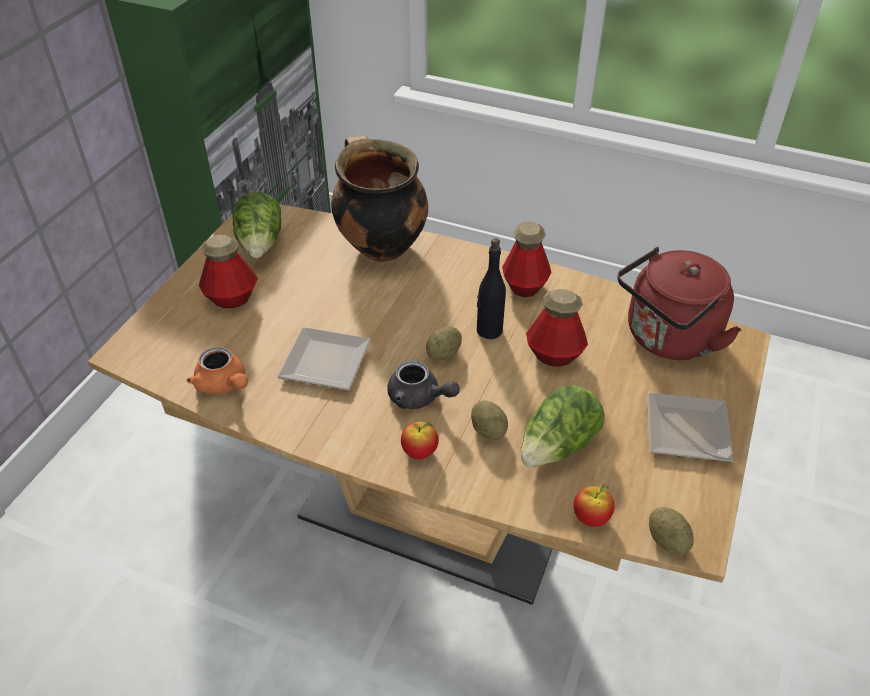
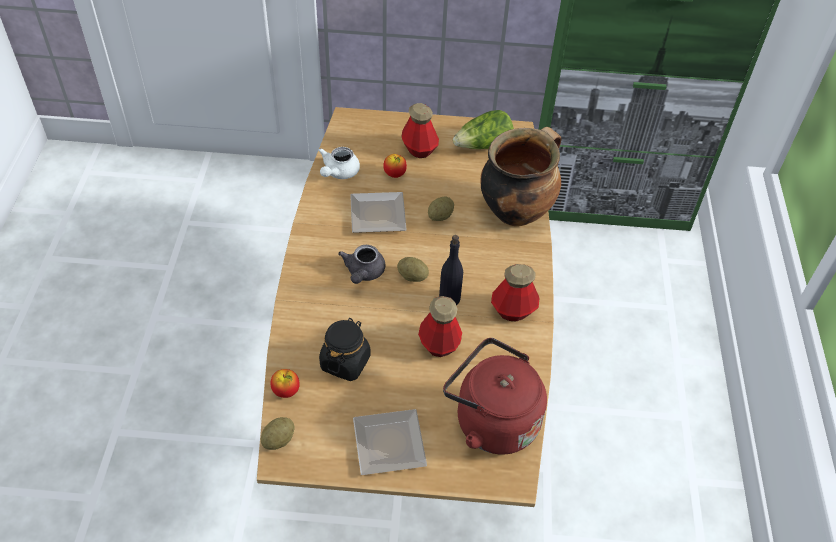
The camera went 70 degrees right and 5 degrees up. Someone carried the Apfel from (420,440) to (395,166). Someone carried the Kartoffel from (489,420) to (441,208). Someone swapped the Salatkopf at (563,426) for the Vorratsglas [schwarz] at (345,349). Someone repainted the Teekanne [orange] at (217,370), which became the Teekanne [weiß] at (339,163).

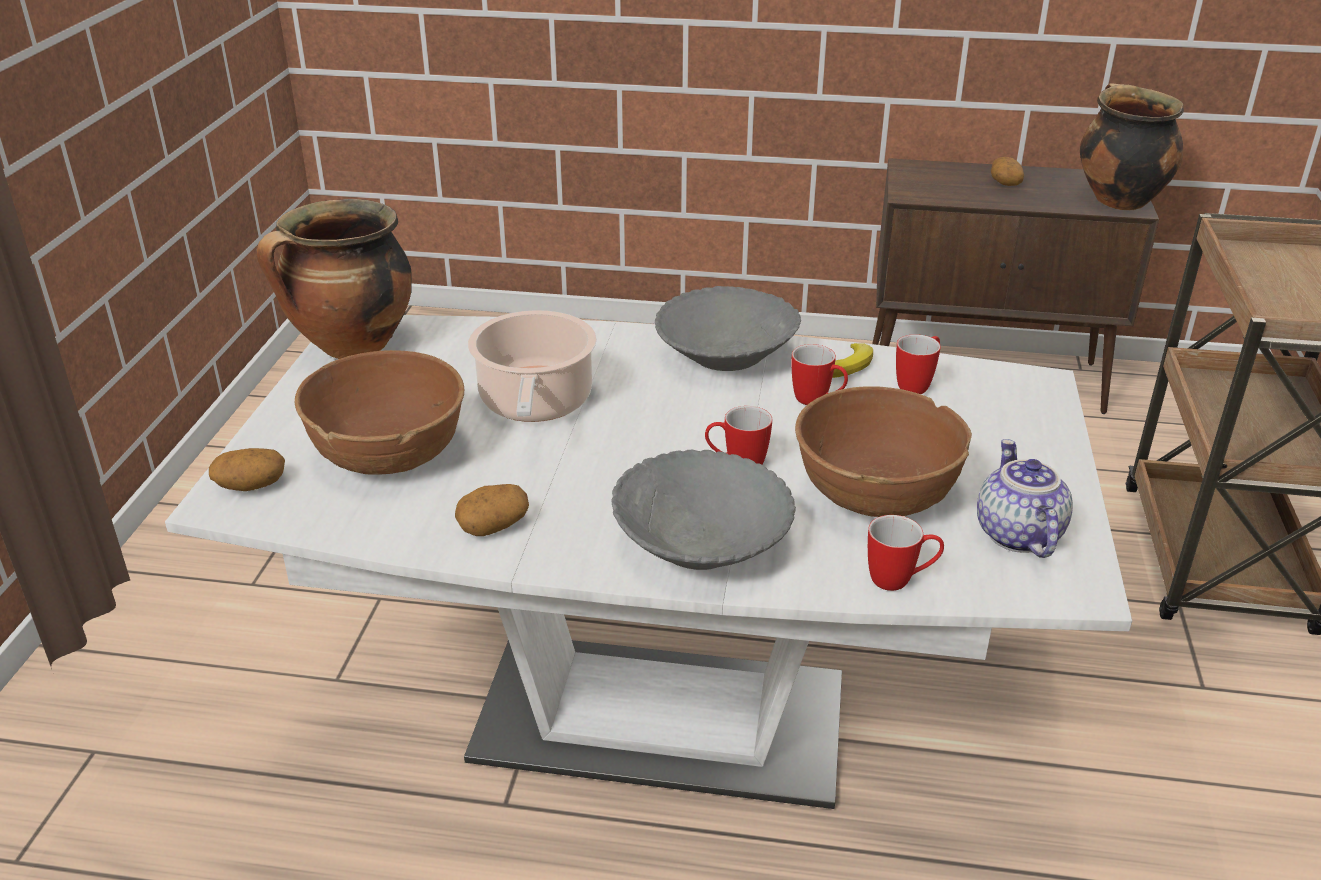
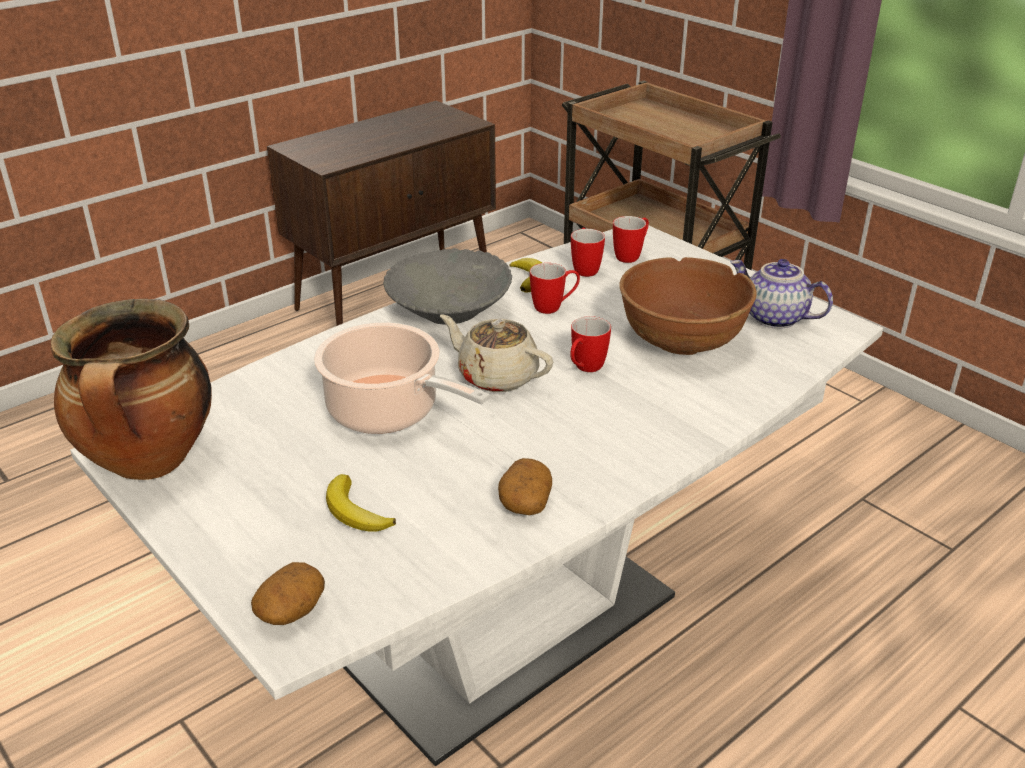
The camera went 50 degrees left and 0 degrees up. Someone took away the Schüssel [grau] at (704,510). Someone took away the Kartoffel at (1007,171). Someone took away the Kochtopf at (1132,146). Someone put down the Teekanne [beige] at (496,353). Someone carried the Henkelbecher from (906,553) to (631,239). Someone swapped the Schüssel [braun] at (379,412) for the Banane at (361,503).

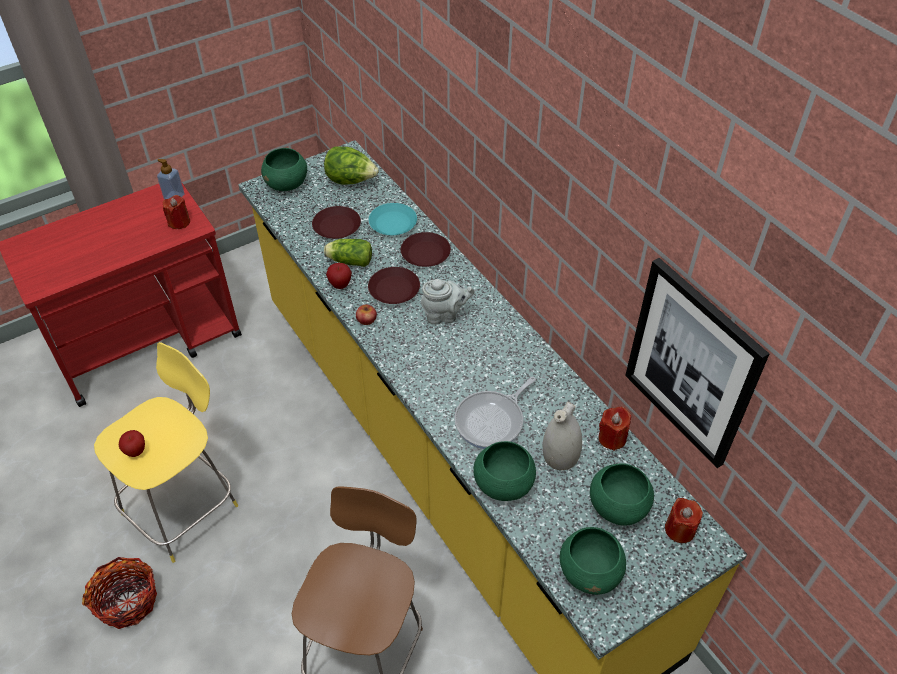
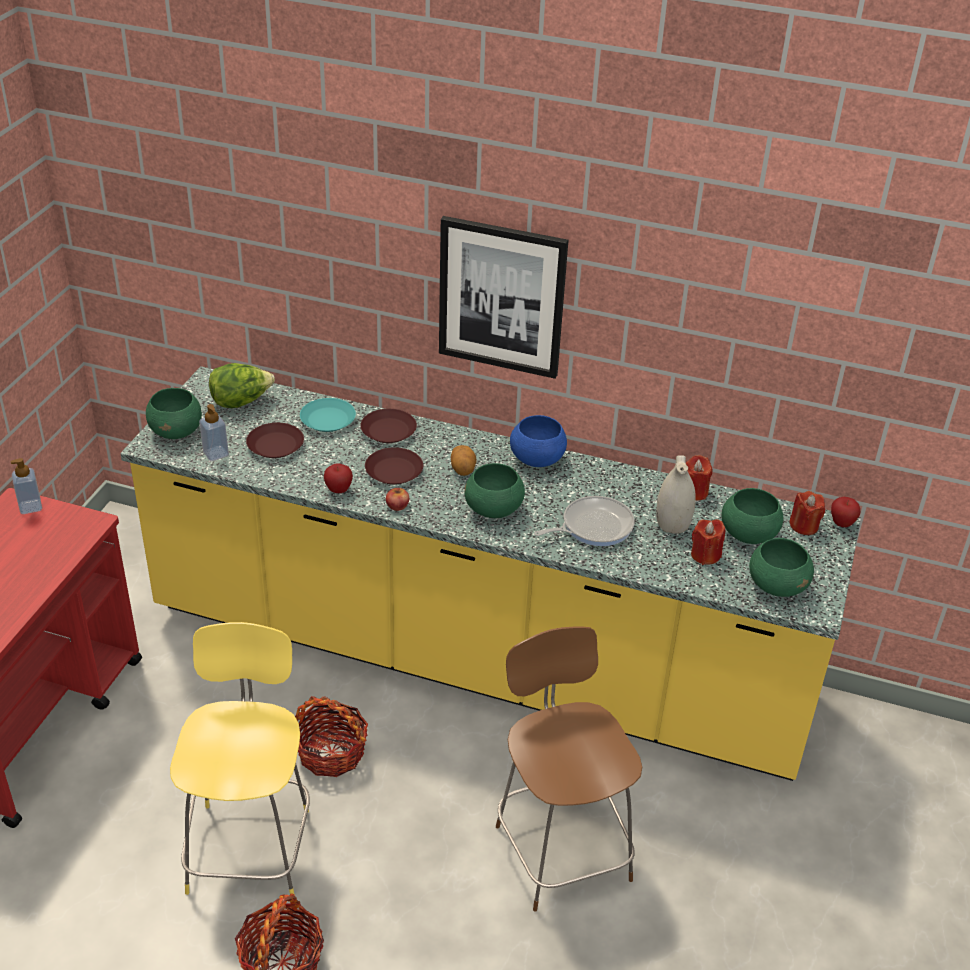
The camera went 40 degrees left and 10 degrees down. Someone took away the Salatkopf at (348,253). Someone put down the Seifenspender at (214,432). Someone put down the Korb at (331,736). Someone put down the Schüssel [blau] at (538,441). Someone carried the Apfel from (132,443) to (846,512). Someone carried the Kerze [rot] from (176,212) to (708,542). Someone carried the Schüssel [grün] from (504,471) to (494,490). Someone carried the Bild from (697,363) to (504,297). Someone swapped the Teekanne [grau] at (447,301) for the Kartoffel at (464,460). Someone rotated the Pfanne at (495,413) by 120 degrees counterclockwise.

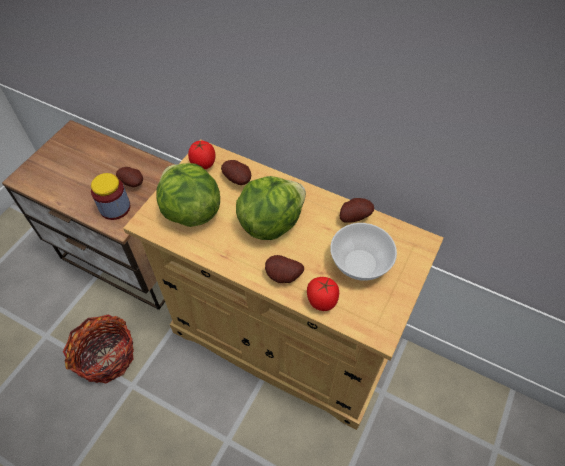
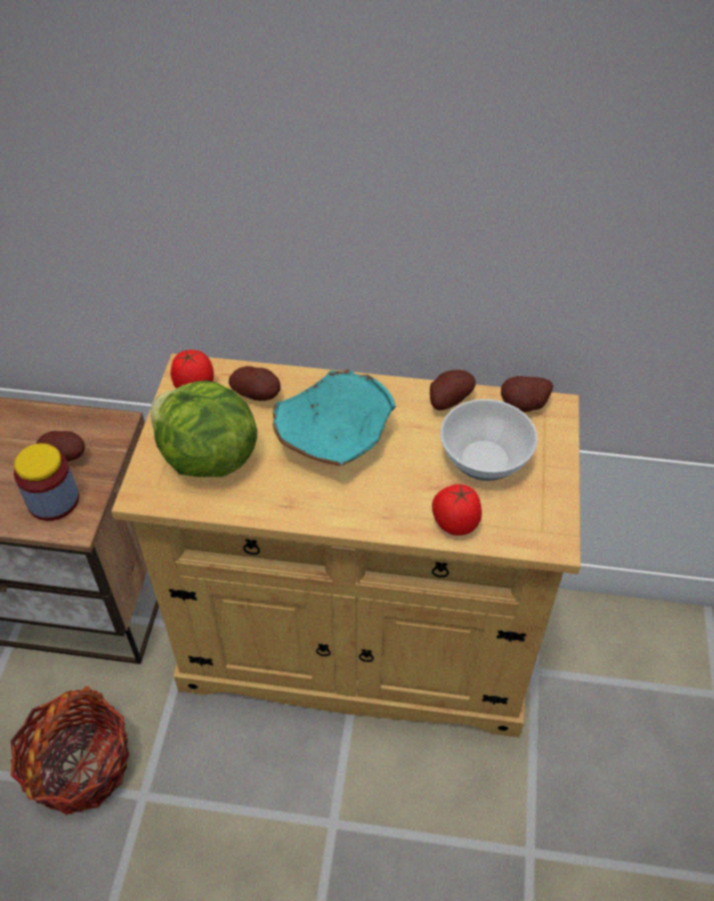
The camera went 20 degrees left and 5 degrees down. Someone carried the Kartoffel from (284,269) to (527,394). Someone swapped the Salatkopf at (271,208) for the Schüssel [türkis] at (334,417).

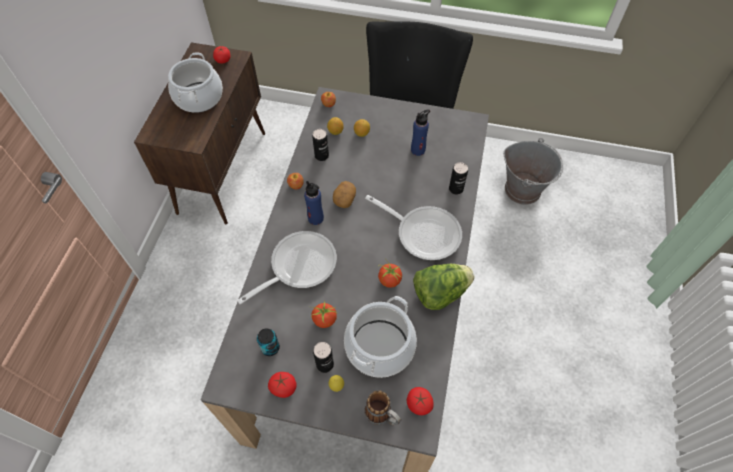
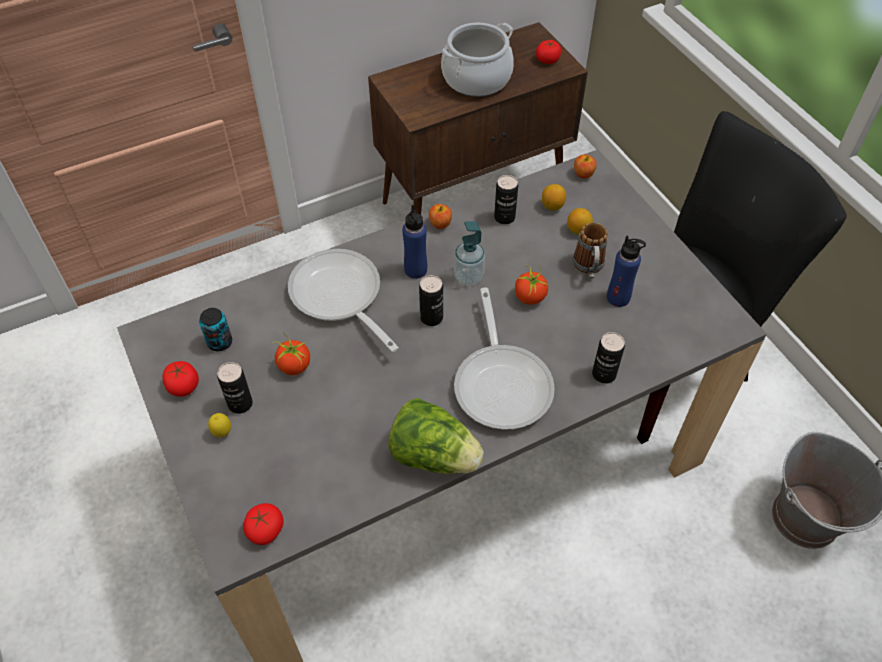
The camera went 50 degrees right and 5 degrees down. Someone took away the Kochtopf at (380,337). Someone put down the Dose at (431,300). Someone carried the Henkelbecher from (383,408) to (590,250). Someone carried the Tomate from (390,274) to (531,285). Someone swapped the Kartoffel at (344,194) for the Seifenspender at (469,253). Someone rotated the Pfanne at (287,268) by 135 degrees counterclockwise.

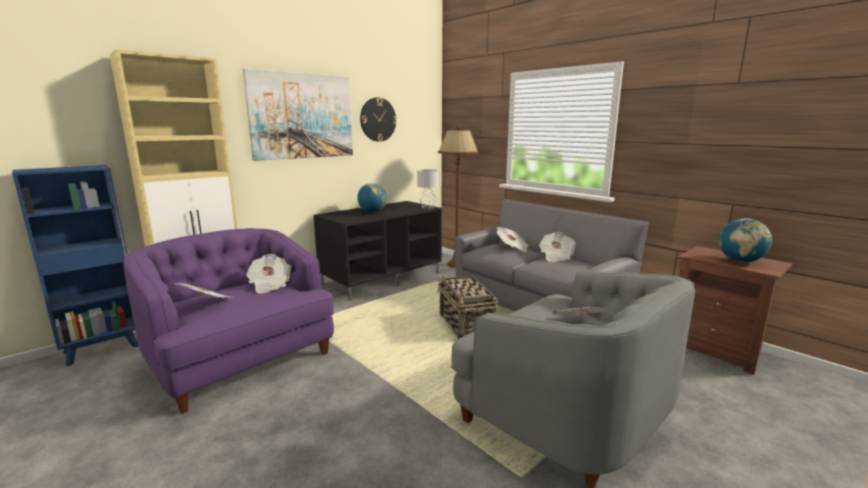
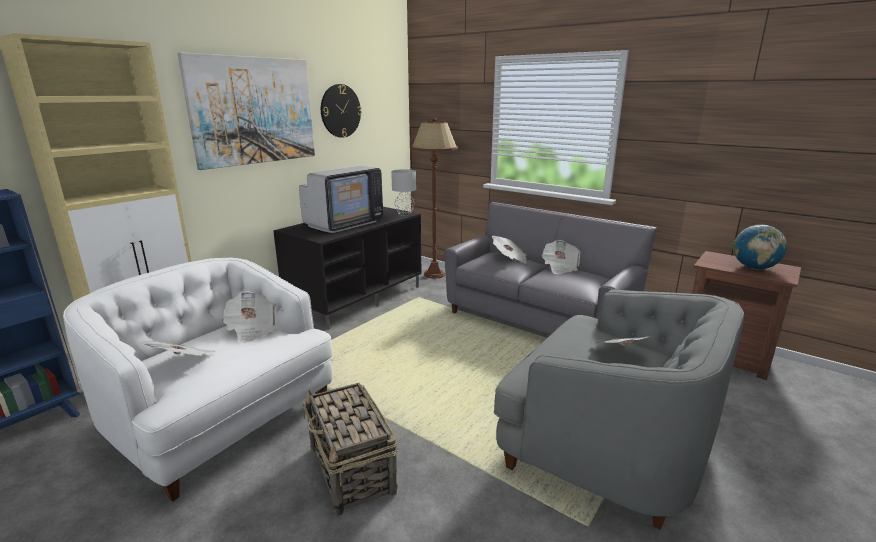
The camera went 10 degrees left and 5 degrees up. Someone carried the Korb from (468,307) to (350,449). Someone swapped the Globus at (372,198) for the Fernseher at (341,199). Someone repainted the Sessel [lila] at (229,321), which became the Sessel [weiß] at (198,380).

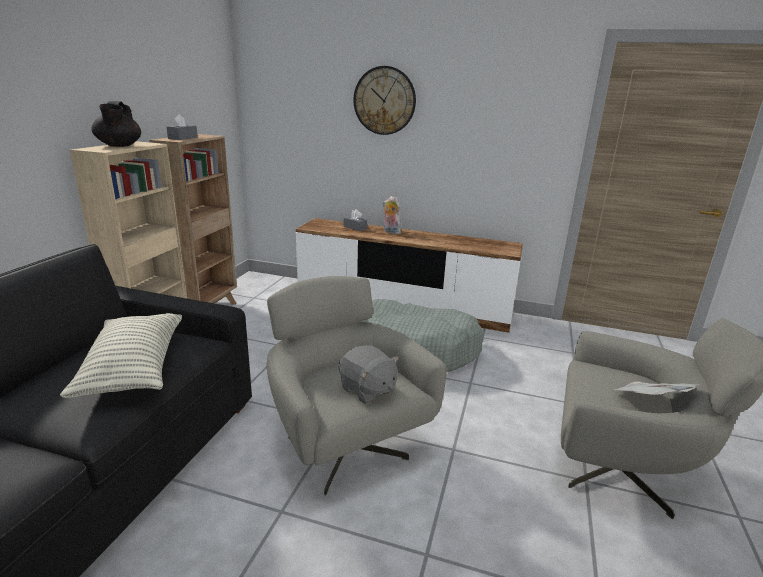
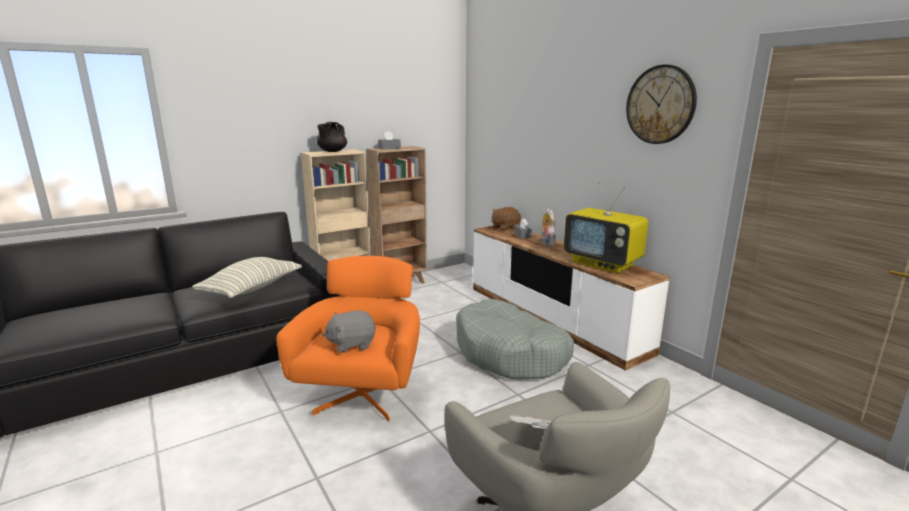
The camera went 40 degrees right and 5 degrees down. Someone put down the Plüschtier [braun] at (506,219). Someone put down the Fernseher at (606,227). Someone carried the Wanduhr from (384,100) to (661,104). Someone repainted the Sessel [grau] at (357,385), which became the Sessel [orange] at (348,339). Someone rotated the Plüschtier [grau] at (368,374) by 75 degrees clockwise.

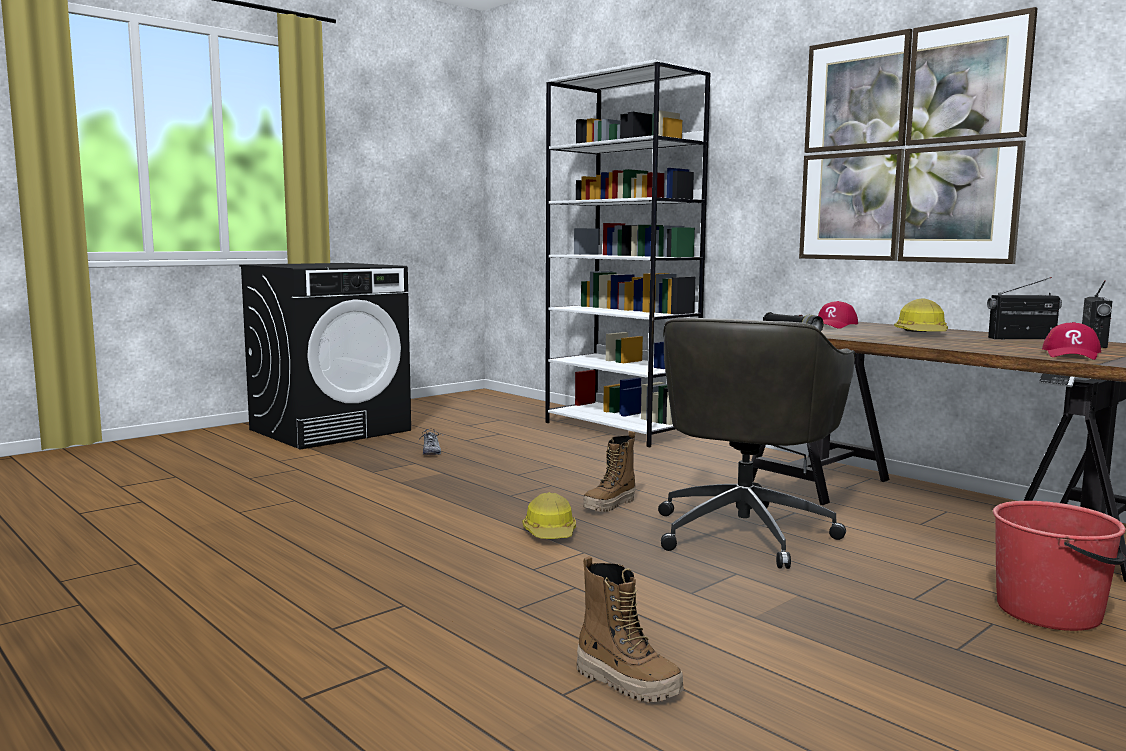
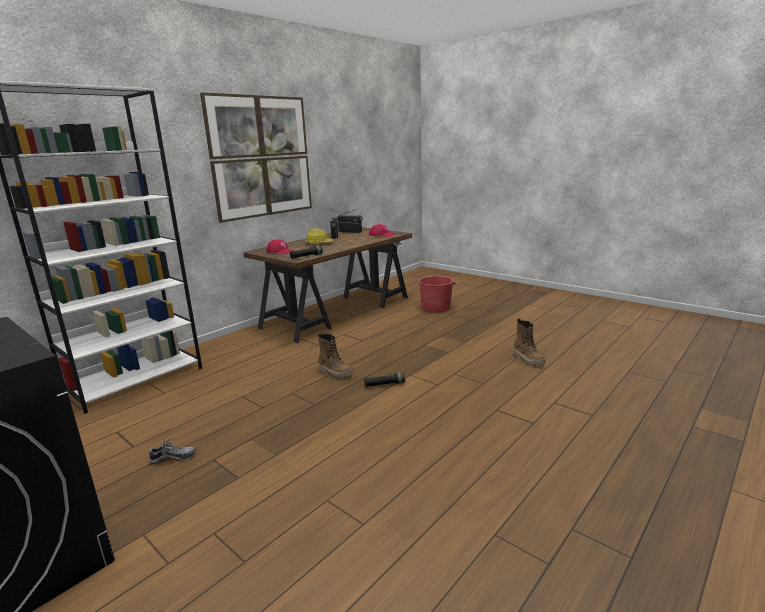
The camera went 95 degrees left and 10 degrees up. Someone took away the Bürostuhl [grau] at (756,443). Someone swapped the Schutzhelm at (549,515) for the Taschenlampe [schwarz] at (384,379). Someone rotated the Stiefel at (630,629) by 120 degrees clockwise.

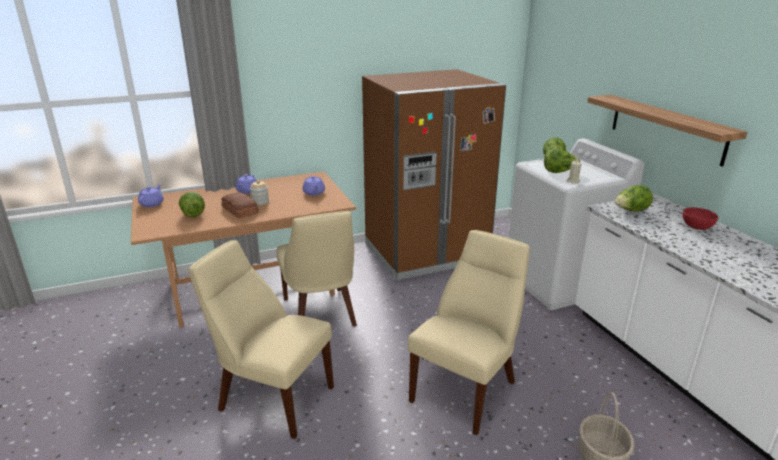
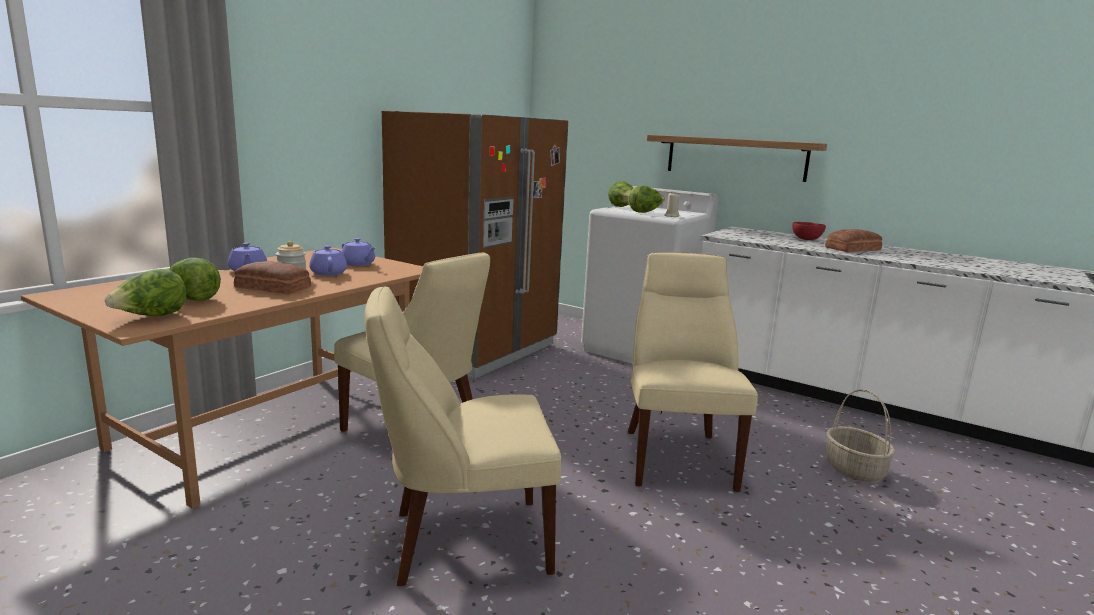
The camera went 35 degrees left and 10 degrees down. Someone put down the Brot at (853,240). Someone carried the Teekanne [lila] from (151,195) to (328,260). Someone carried the Salatkopf from (633,198) to (145,292).

